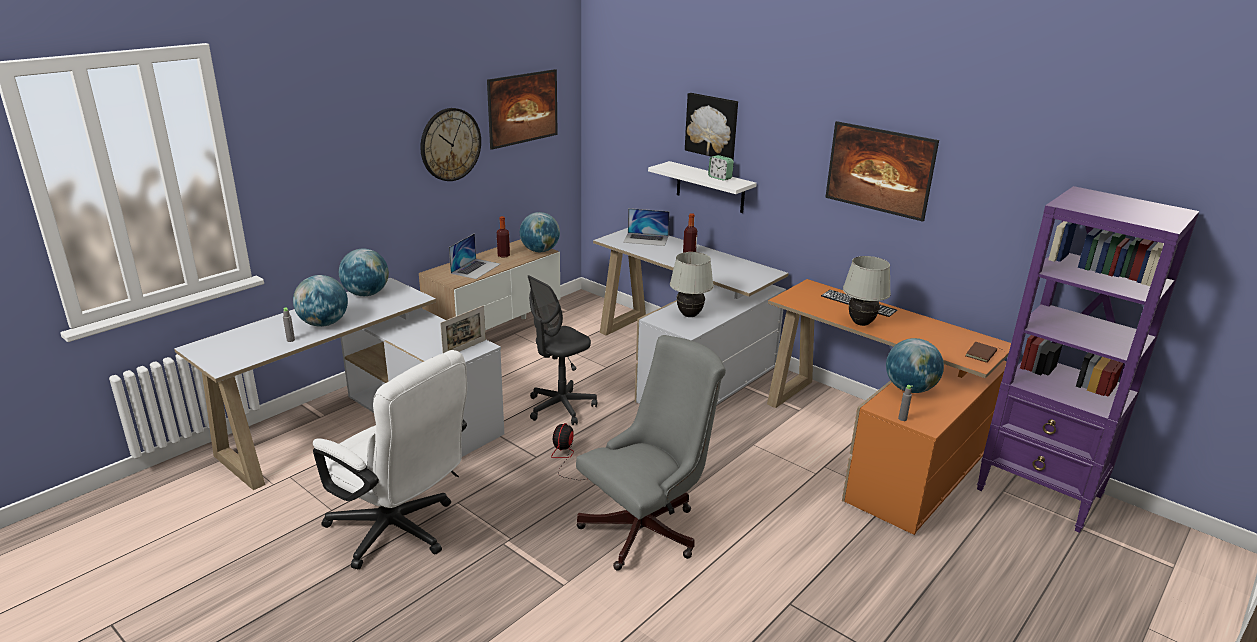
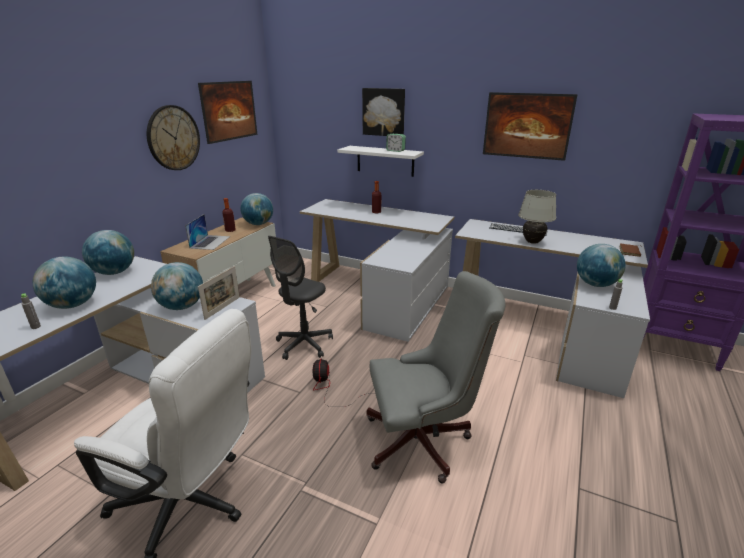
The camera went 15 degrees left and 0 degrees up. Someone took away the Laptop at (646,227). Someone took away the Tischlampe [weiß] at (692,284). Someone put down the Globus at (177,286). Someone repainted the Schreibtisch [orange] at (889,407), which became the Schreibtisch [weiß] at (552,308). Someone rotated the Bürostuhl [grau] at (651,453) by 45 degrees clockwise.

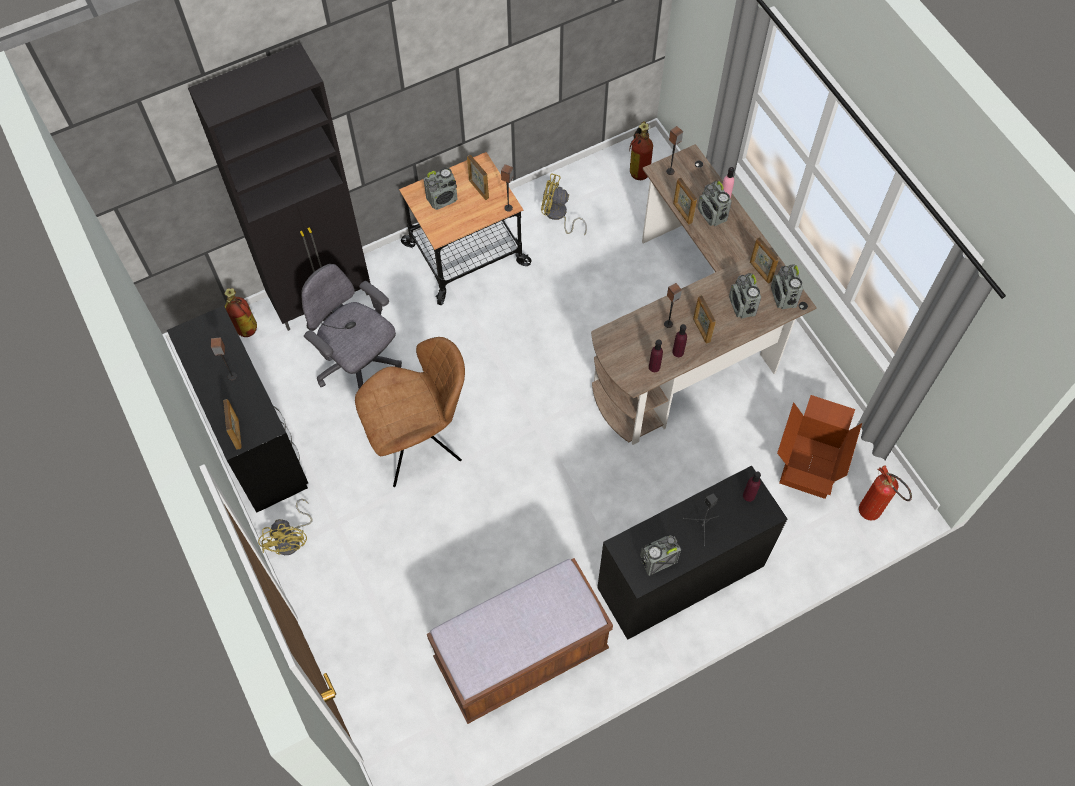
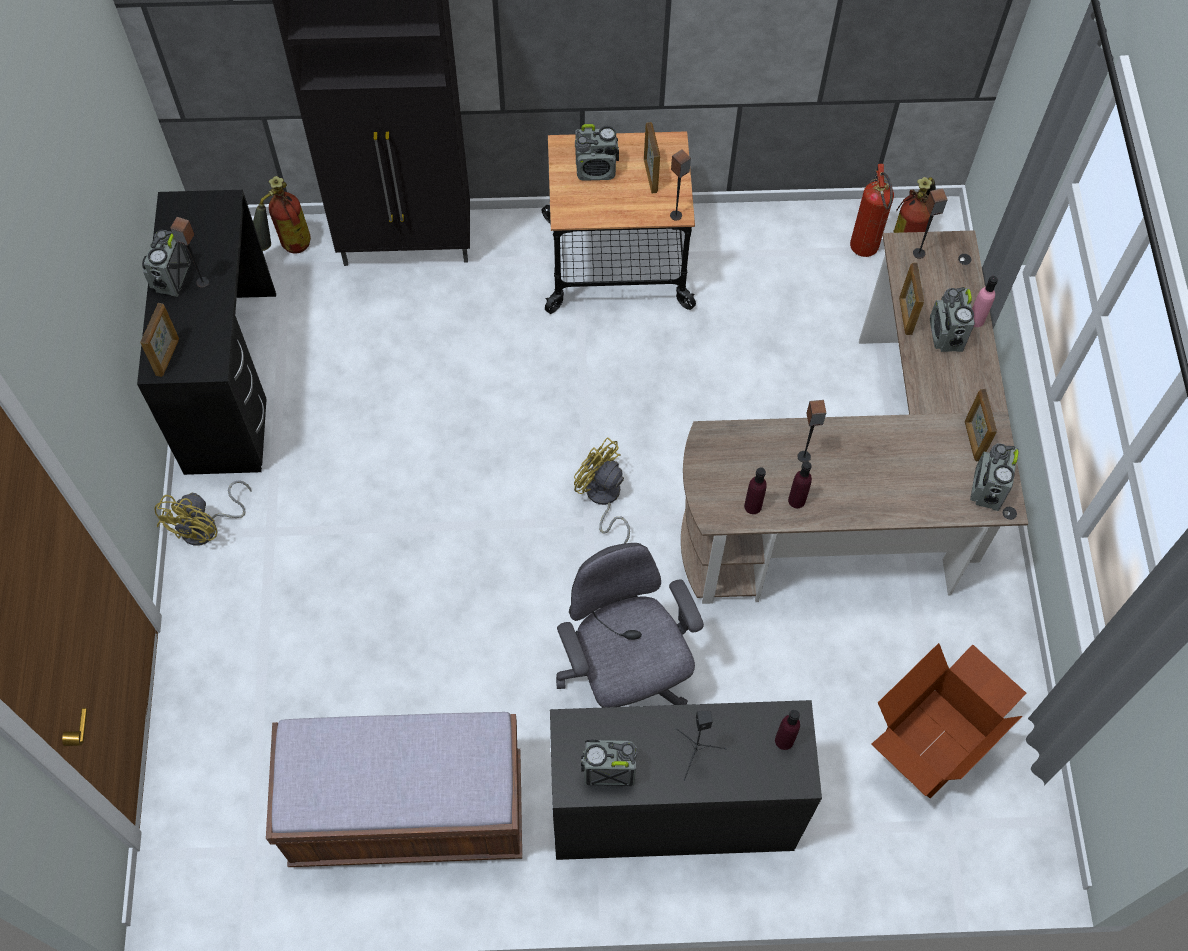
The camera went 25 degrees right and 0 degrees up. Someone took away the Stuhl [braun] at (410,412). Someone took away the Bilderrahmen at (704,319). Someone carried the Bürostuhl [grau] from (351,326) to (630,625). Someone carried the Ventilator [gelb] from (564,204) to (602,490). Someone carried the Radio from (745,296) to (166,263). Someone carried the Feuerlöscher from (885,493) to (872,210).

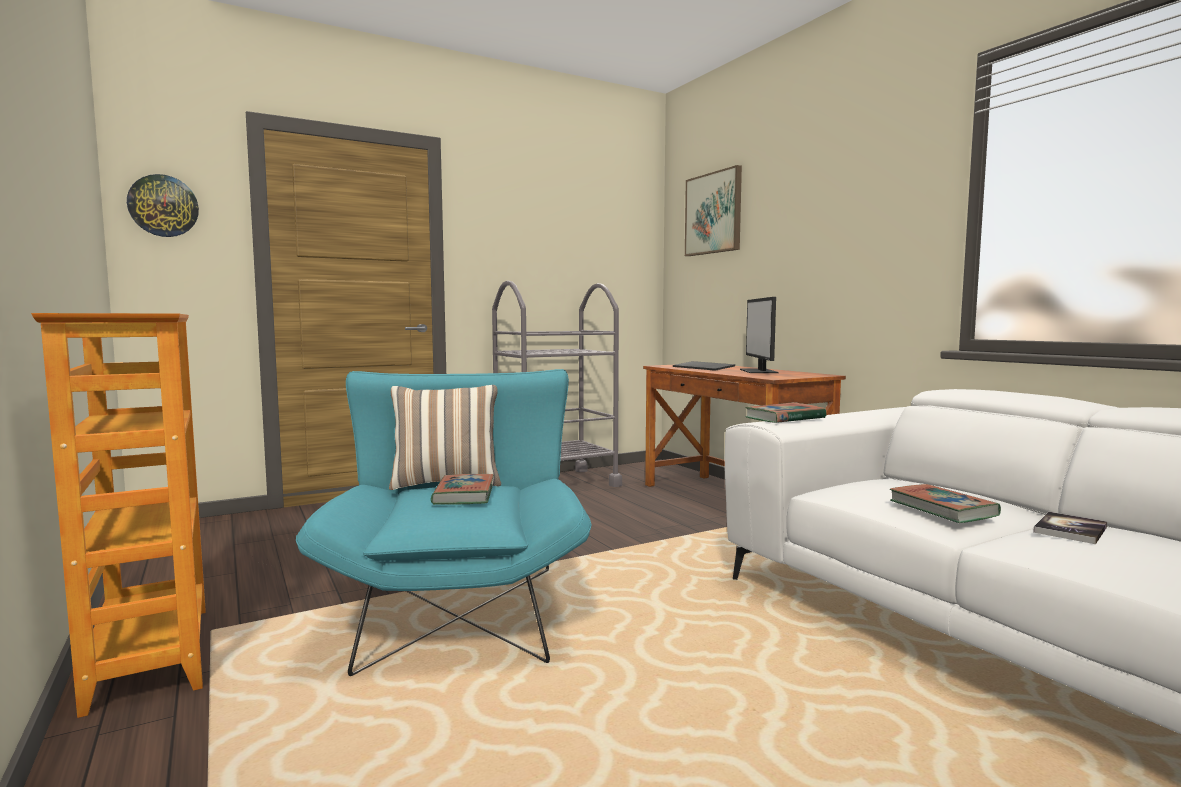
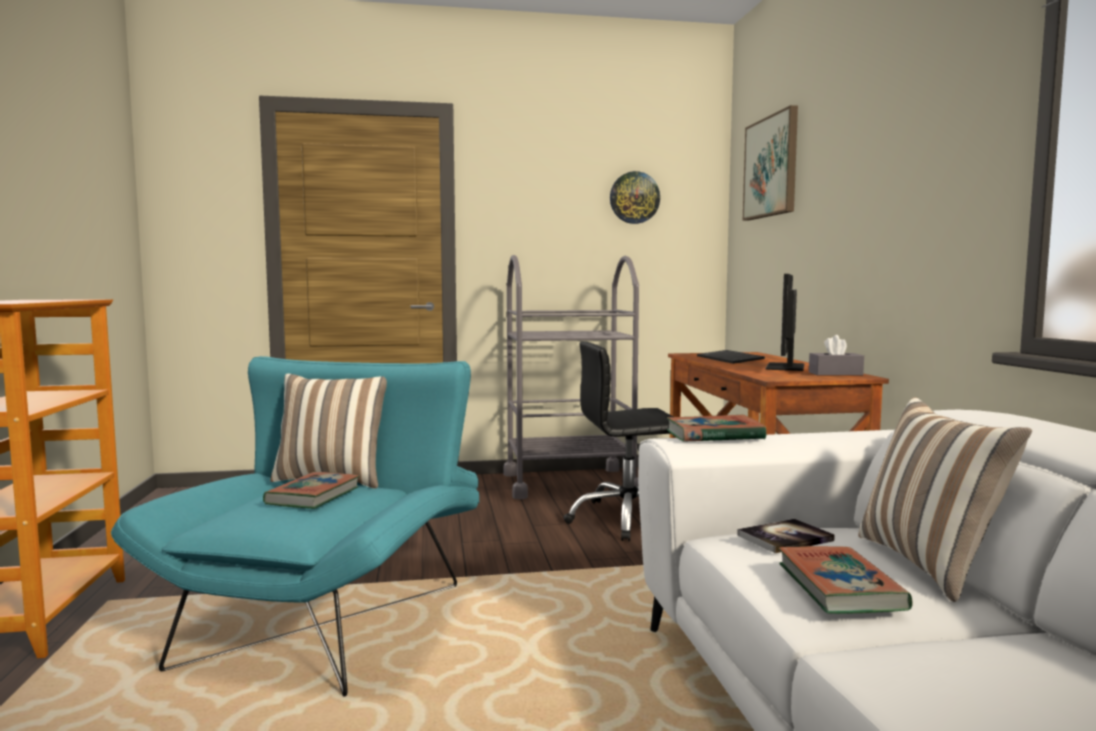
The camera went 20 degrees right and 0 degrees up. Someone put down the Bürostuhl [schwarz] at (618,441). Someone put down the Taschentuchbox [grau] at (836,355). Someone put down the Kissen at (945,499). Someone carried the Wanduhr from (163,205) to (635,197). Someone carried the Buch from (1070,528) to (786,536).

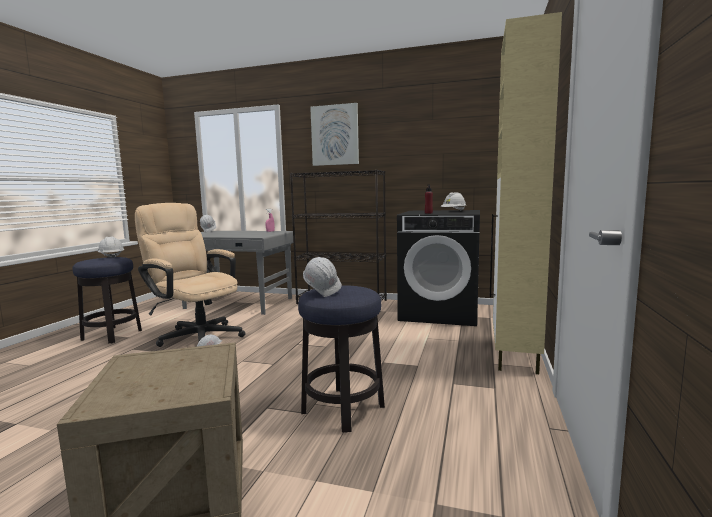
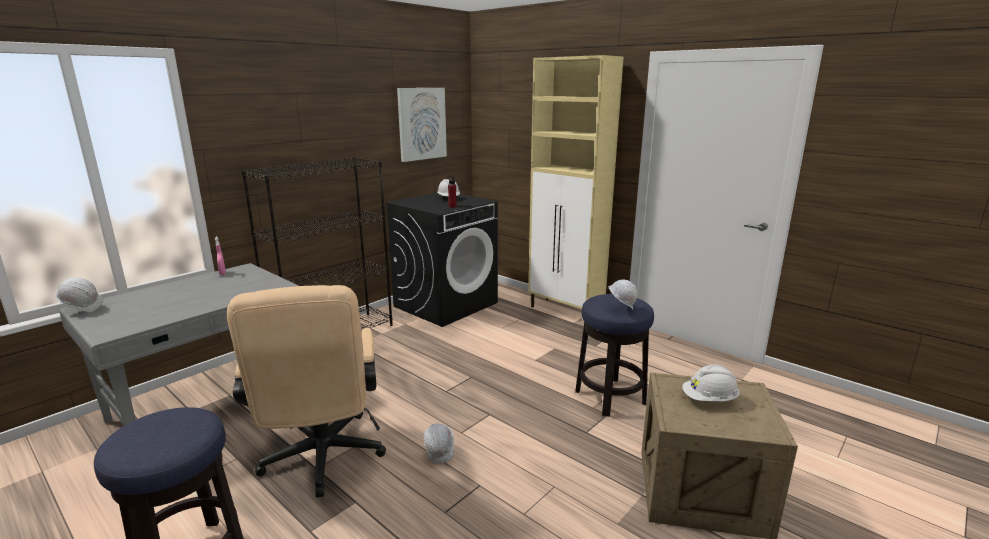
The camera went 65 degrees left and 10 degrees up. Someone carried the Schutzhelm [weiß] from (111,247) to (711,382). Someone carried the Bild from (334,134) to (422,125). Someone rotated the Bürostuhl [beige] at (190,275) by 75 degrees counterclockwise.

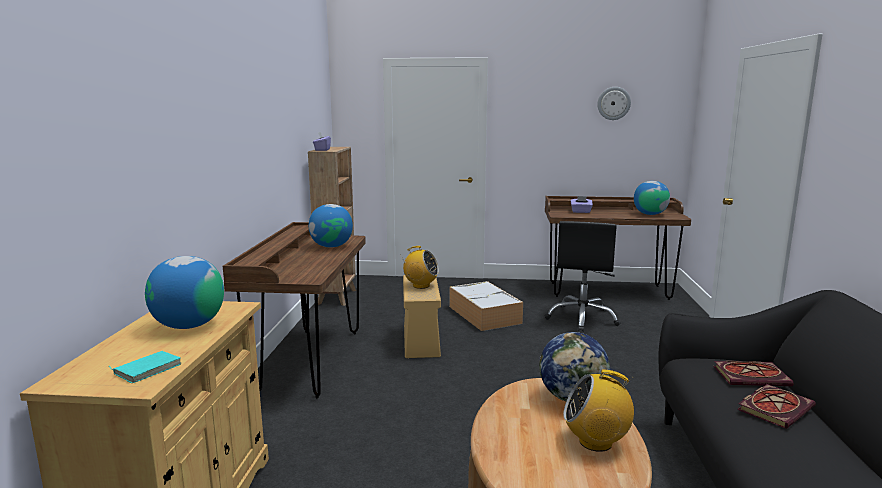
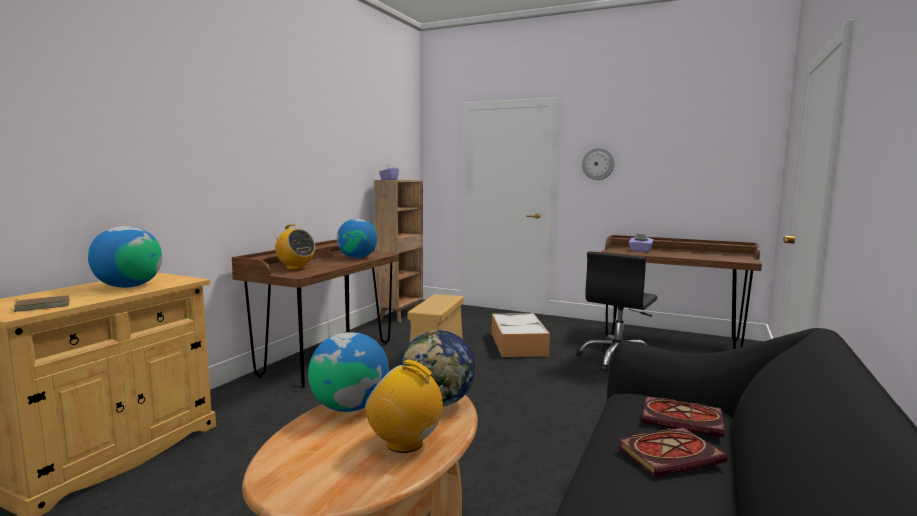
The camera went 20 degrees right and 5 degrees down. Someone carried the Radio from (419,267) to (294,247). Someone carried the Wanduhr from (614,103) to (598,164). Someone carried the Globus from (652,198) to (348,372). Someone repainted the Buch [türkis] at (145,367), which became the Buch [braun] at (41,304).

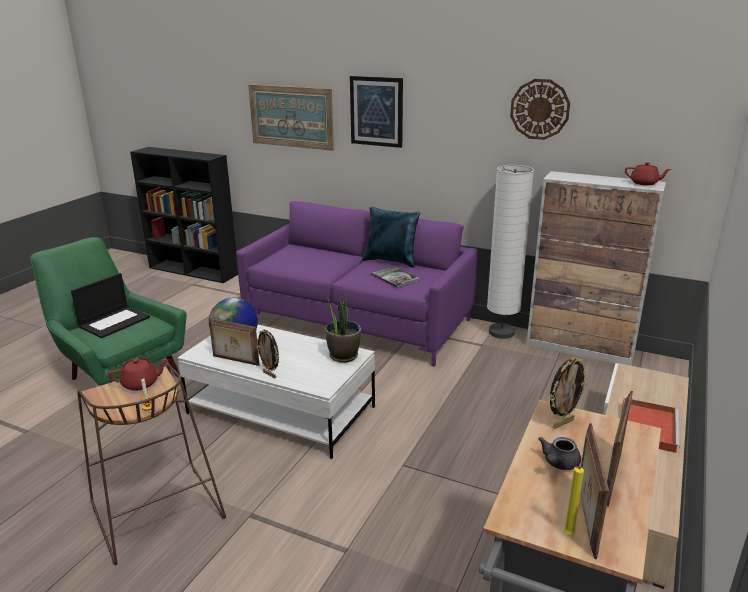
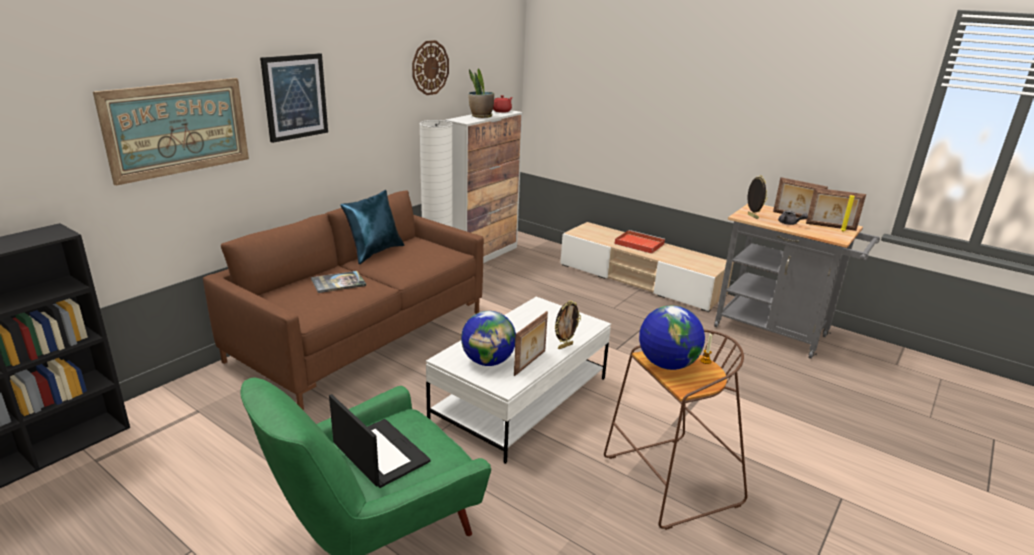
The camera went 80 degrees left and 0 degrees up. Someone carried the Topfpflanze from (343,329) to (481,93). Someone carried the Buch from (395,277) to (338,282). Someone swapped the Teekanne [rot] at (139,374) for the Globus at (672,337). Someone repainted the Sofa [lila] at (357,284), which became the Sofa [braun] at (343,300).

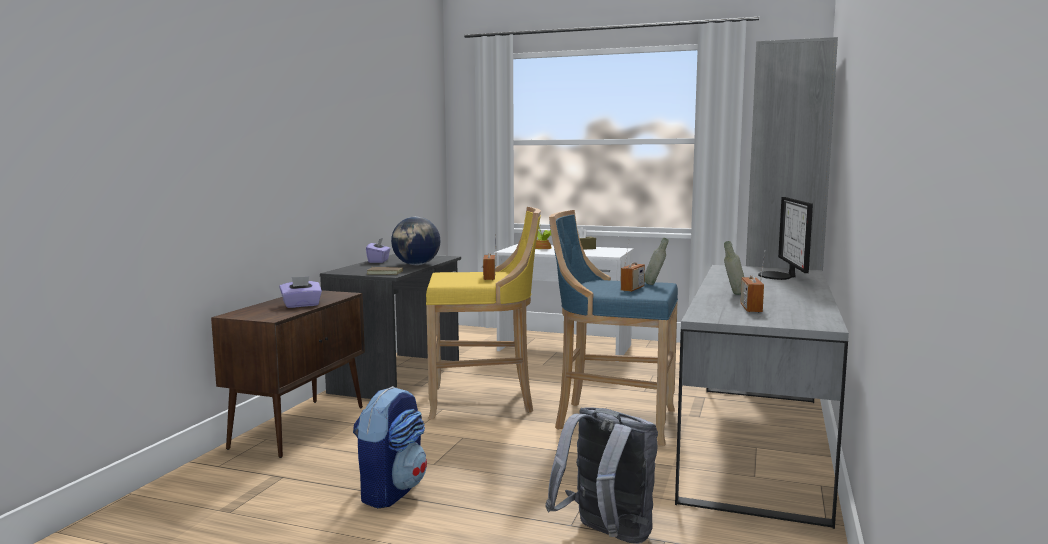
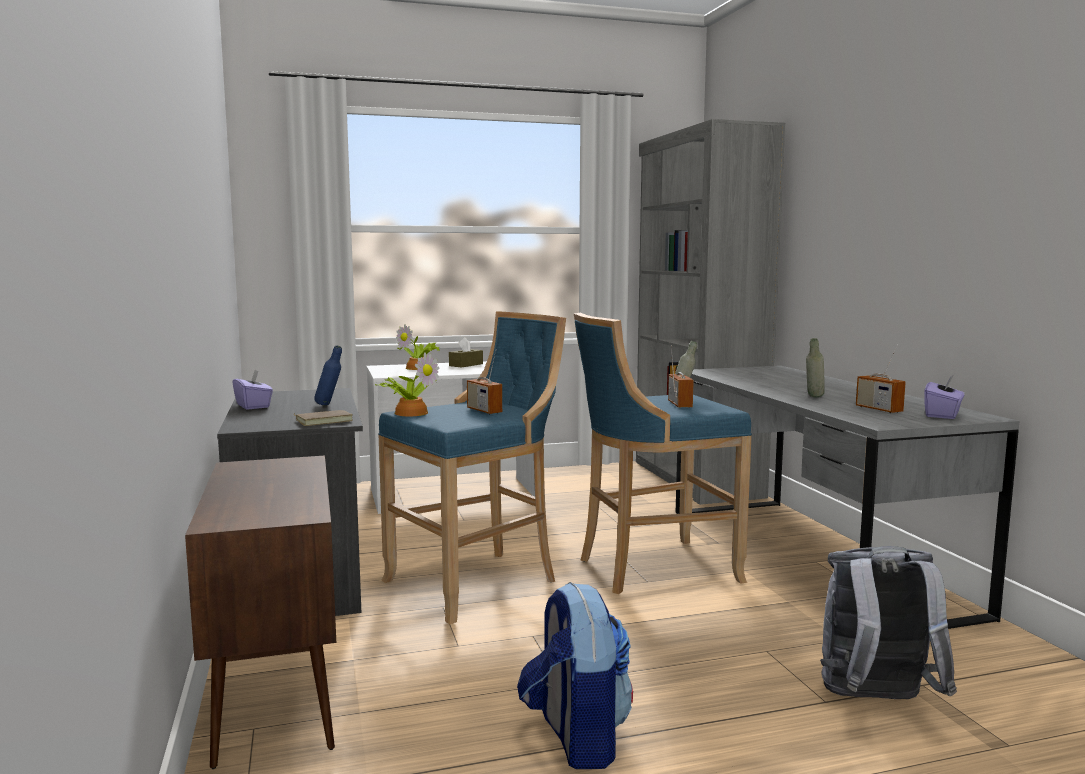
The camera went 35 degrees left and 0 degrees up. Someone took away the Monitor at (785,238). Someone put down the Topfpflanze at (407,384). Someone carried the Taschentuchbox [lila] from (300,292) to (944,397). Someone swapped the Globus at (416,241) for the Flasche [blau] at (328,376). Someone repainted the Hocker [gelb] at (483,313), which became the Hocker [blau] at (472,467).

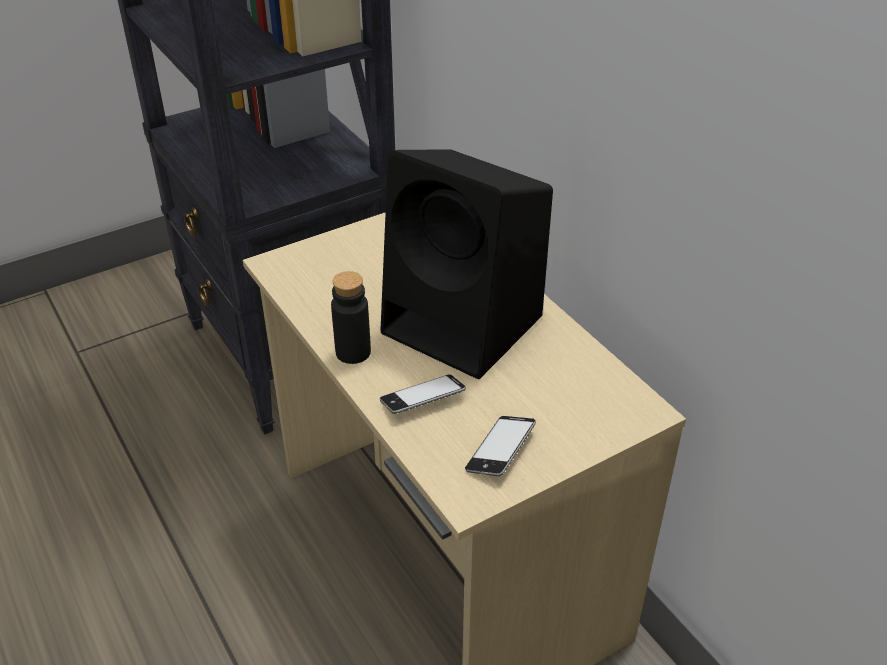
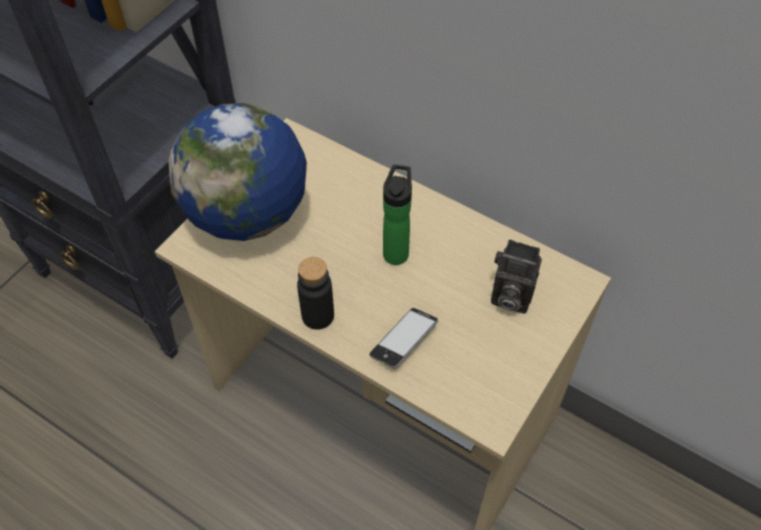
The camera went 25 degrees left and 15 degrees up. Someone took away the Handy at (500,446). Someone put down the Globus at (237,172). Someone put down the Kamera at (516,276). Someone swapped the Lautsprecher [schwarz] at (466,264) for the Flasche at (397,215).

